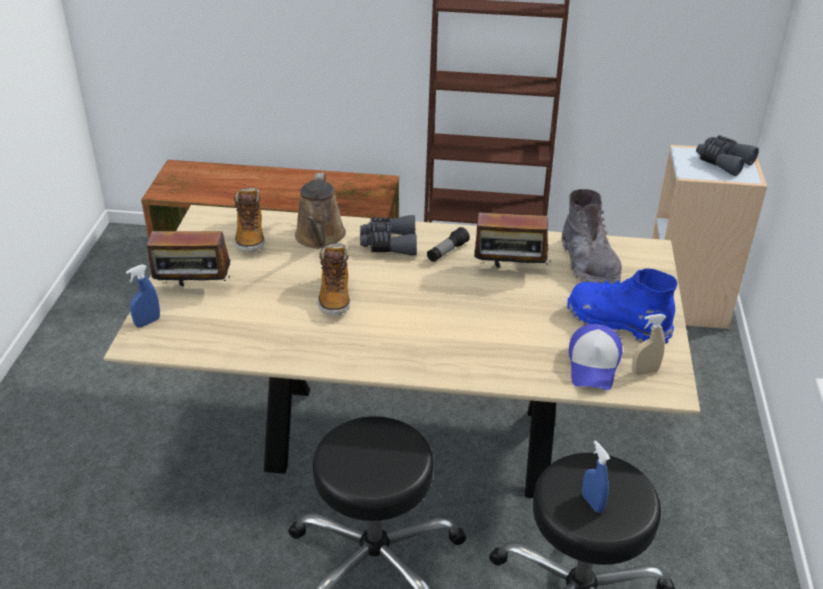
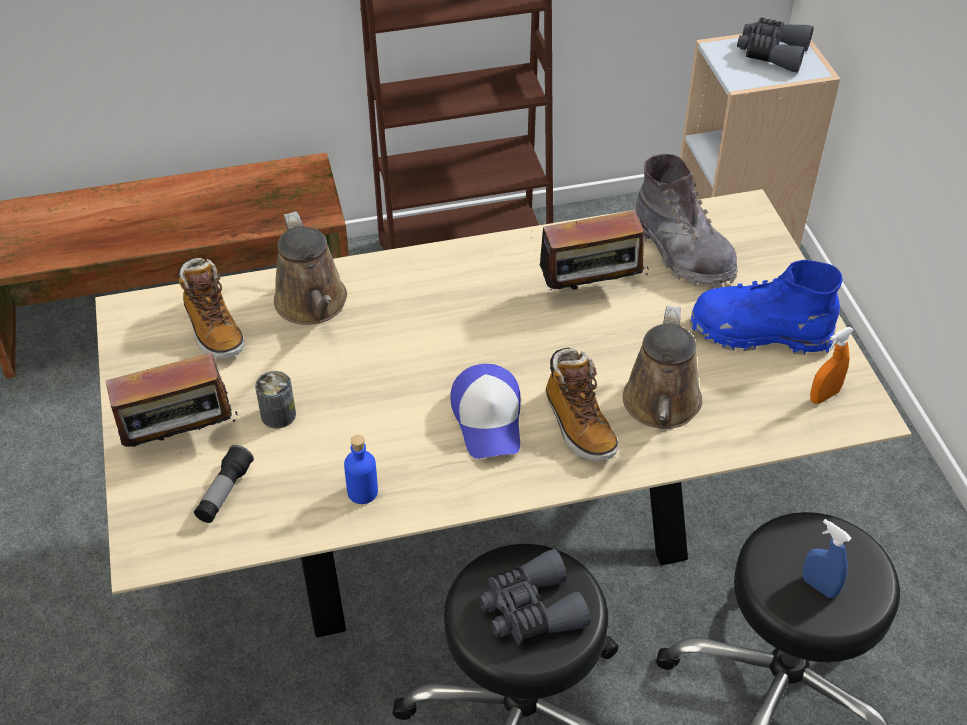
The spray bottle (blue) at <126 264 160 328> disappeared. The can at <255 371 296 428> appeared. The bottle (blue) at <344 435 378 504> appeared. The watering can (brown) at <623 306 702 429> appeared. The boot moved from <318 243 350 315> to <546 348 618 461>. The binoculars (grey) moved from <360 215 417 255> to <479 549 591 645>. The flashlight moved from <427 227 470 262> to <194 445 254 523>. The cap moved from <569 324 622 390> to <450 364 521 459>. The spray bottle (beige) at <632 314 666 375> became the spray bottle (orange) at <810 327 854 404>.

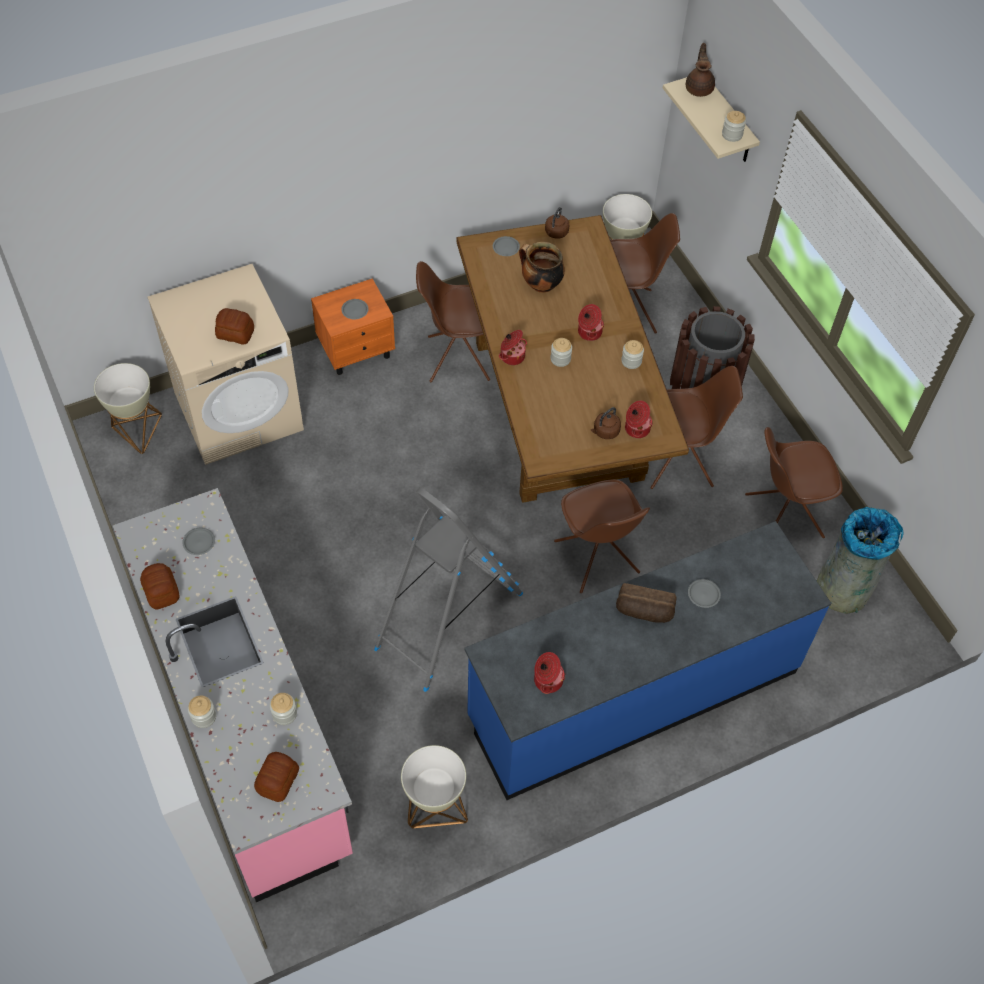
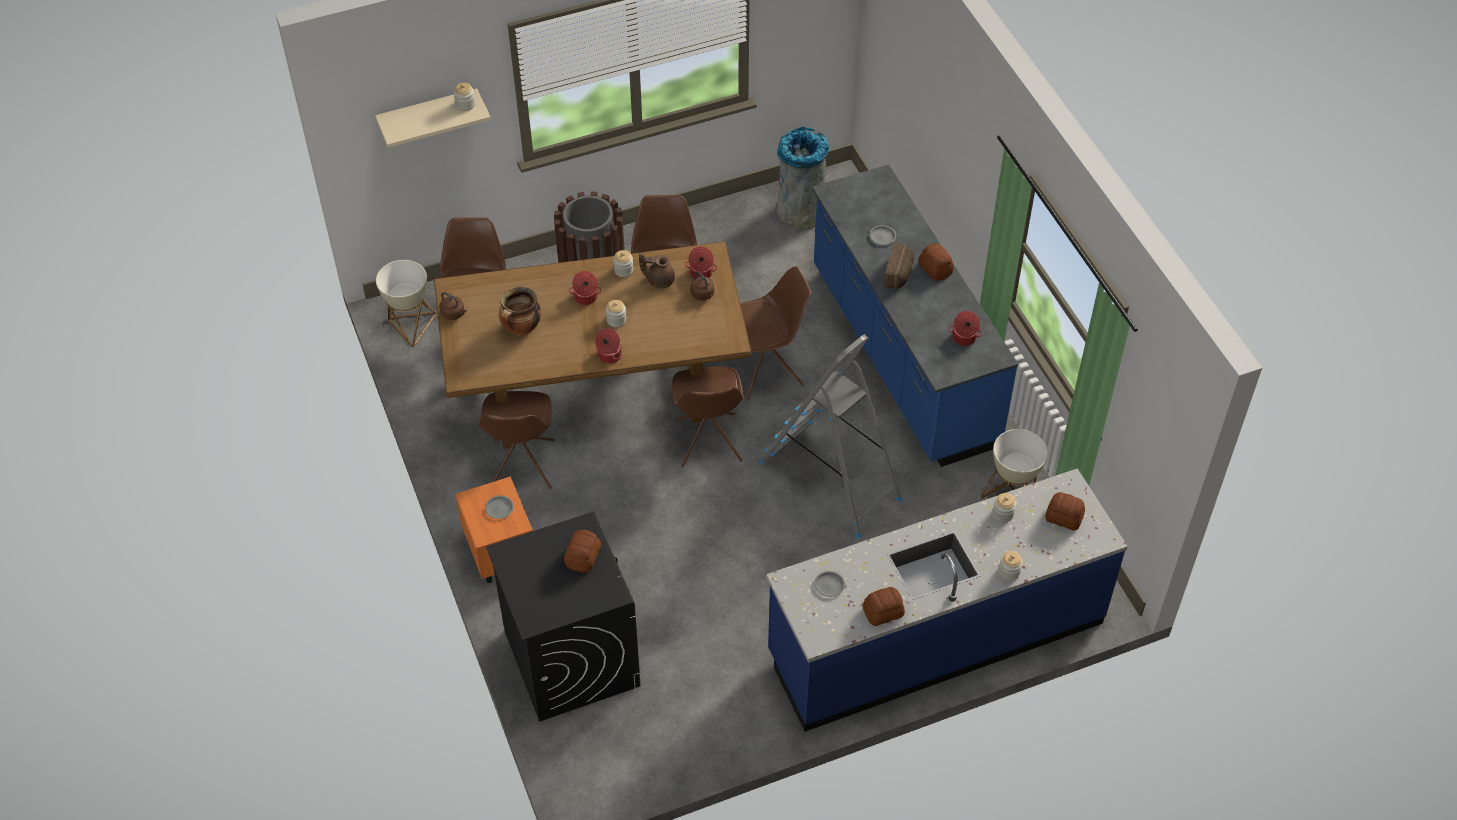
The planter at <94 363 162 454> disappeared. The plate (grey) at <493 236 520 256> disappeared. The bread at <919 244 954 281> appeared. The teapot (brown) moved from <686 43 715 97> to <639 253 675 288>. The chair (brown) moved from <745 427 843 538> to <672 366 744 467>. The counter (pink) at <113 488 353 902> became the counter (blue) at <766 468 1128 732>. The washing machine (beige) at <147 264 304 465> became the washing machine (black) at <486 512 641 722>.

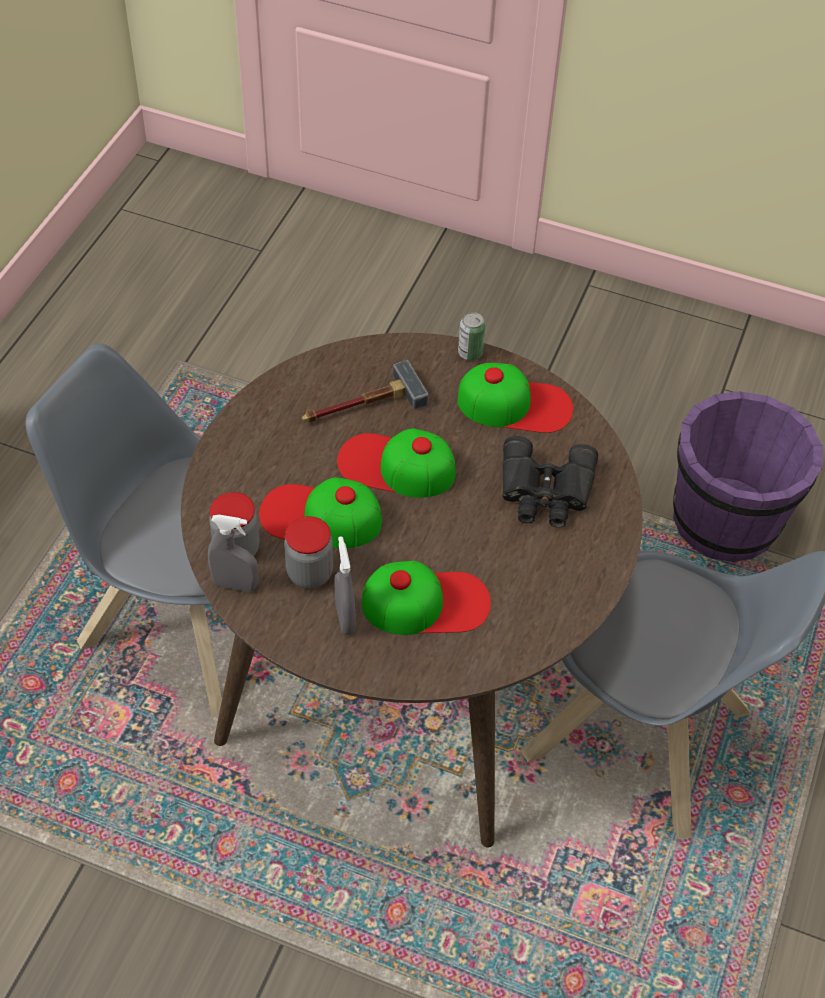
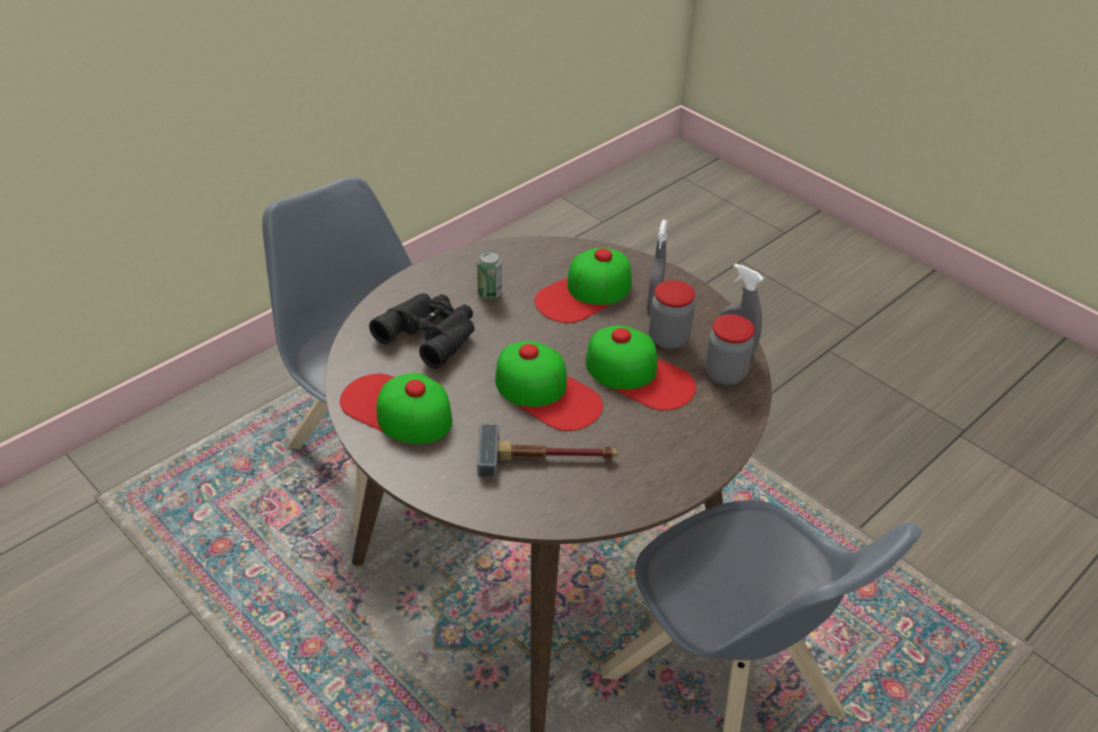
The bucket (purple) at <673 391 823 562> disappeared. The can moved from <458 312 485 360> to <477 251 502 299>. The cap at <362 561 491 635> turned 60 degrees counterclockwise.

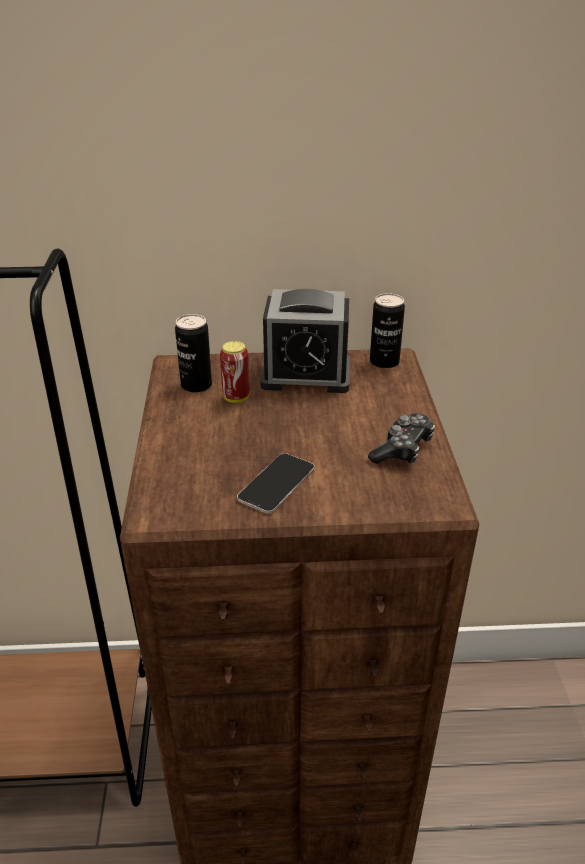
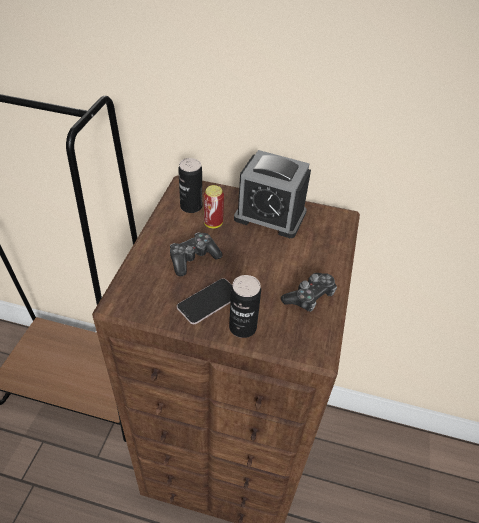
The game controller at <170 232 223 276> appeared. The can moved from <370 293 405 369> to <229 275 261 338>.

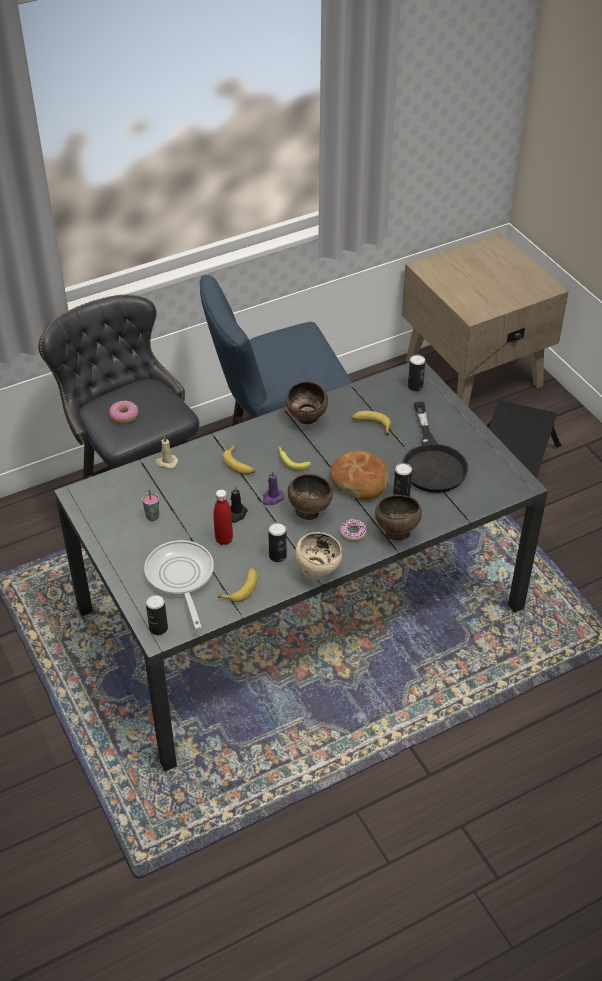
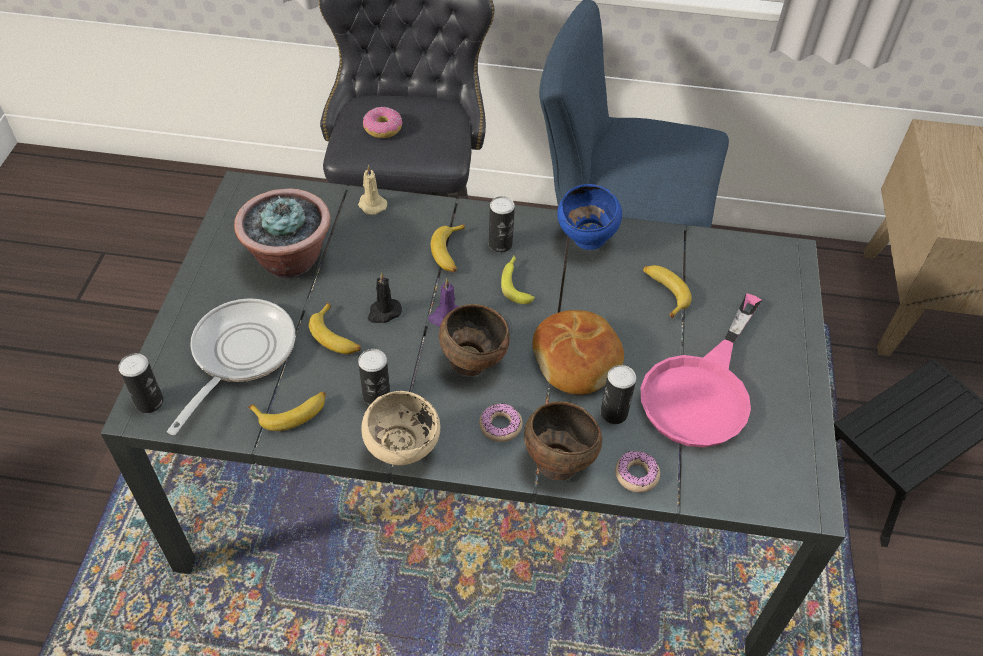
The donut at <615 451 660 492> appeared. The can moved from <408 354 425 391> to <489 196 515 253>. The cup at <142 489 159 521> was replaced by the potted plant at <234 189 331 278>. The bottle (red) at <213 489 233 545> was replaced by the banana at <309 303 361 354>. The bowl (brown) at <285 381 328 424> became the bowl (blue) at <558 184 622 250>. The frying pan (black) at <402 402 468 493> became the frying pan (pink) at <641 293 762 447>.

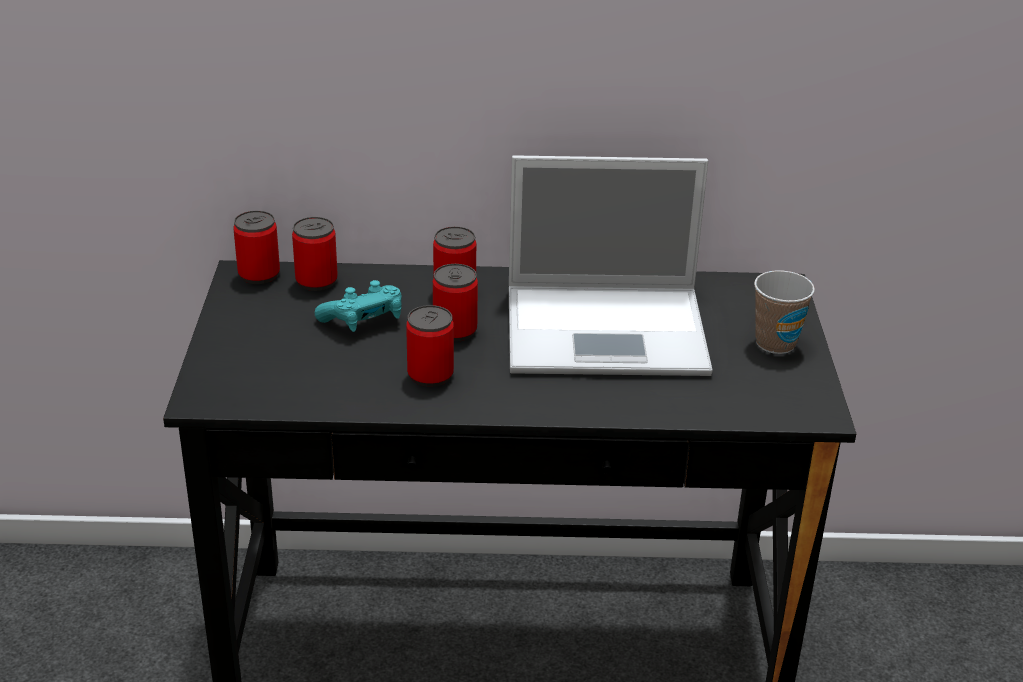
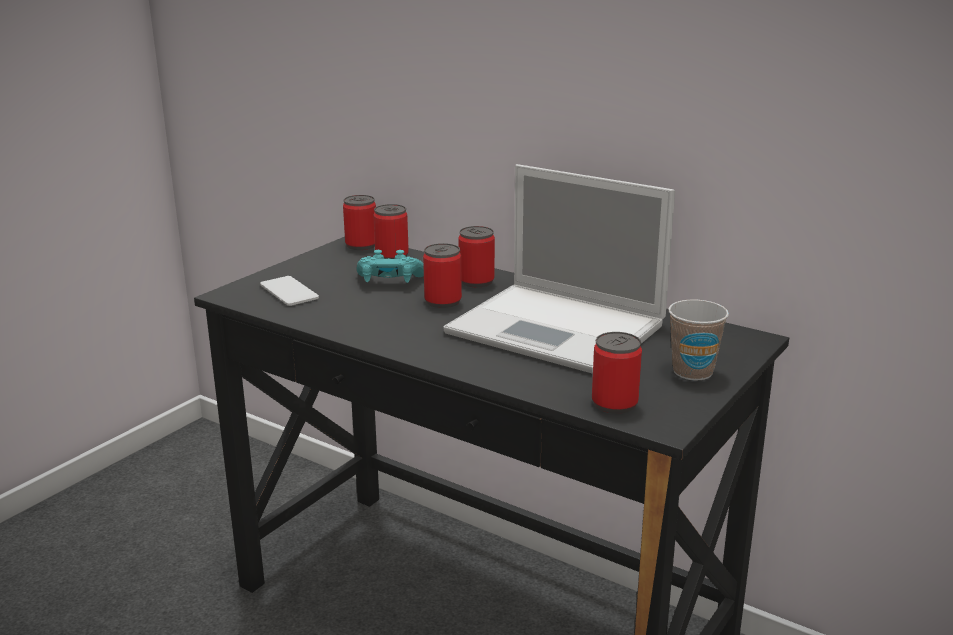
The phone at <260 276 319 306> appeared. The can moved from <406 305 454 387> to <592 332 642 414>.

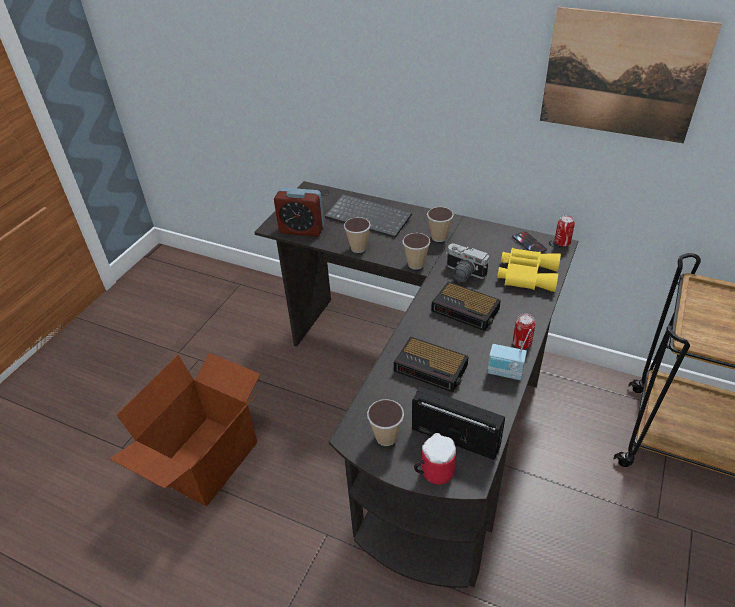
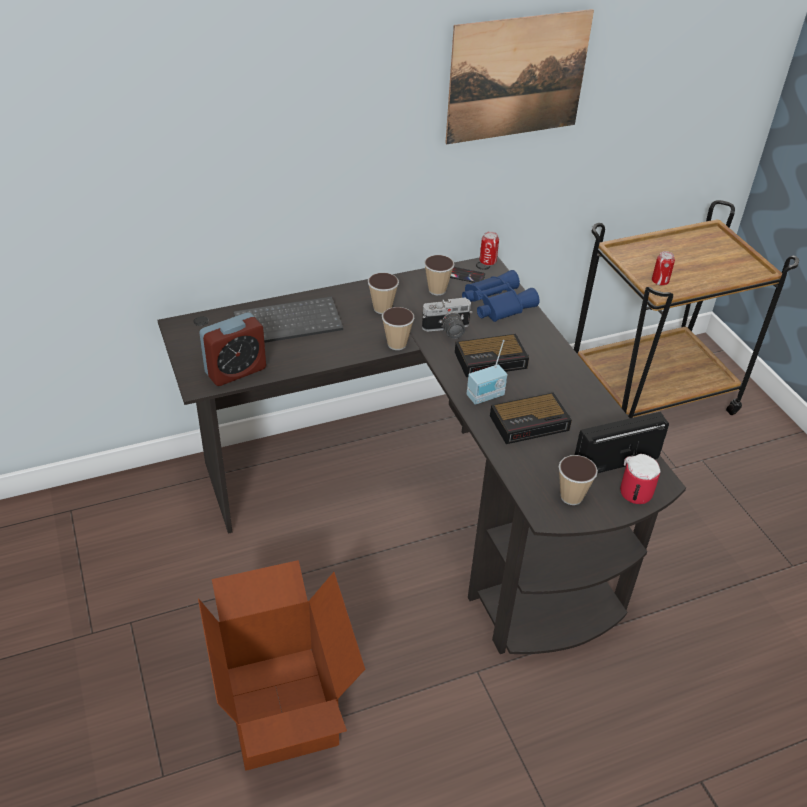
The cup moved from <344 217 371 253> to <424 255 455 295>. The radio moved from <487 329 531 380> to <467 340 508 405>. The can moved from <513 314 535 349> to <652 251 675 286>. The binoculars (yellow) at <497 248 561 292> became the binoculars (blue) at <462 270 540 322>.

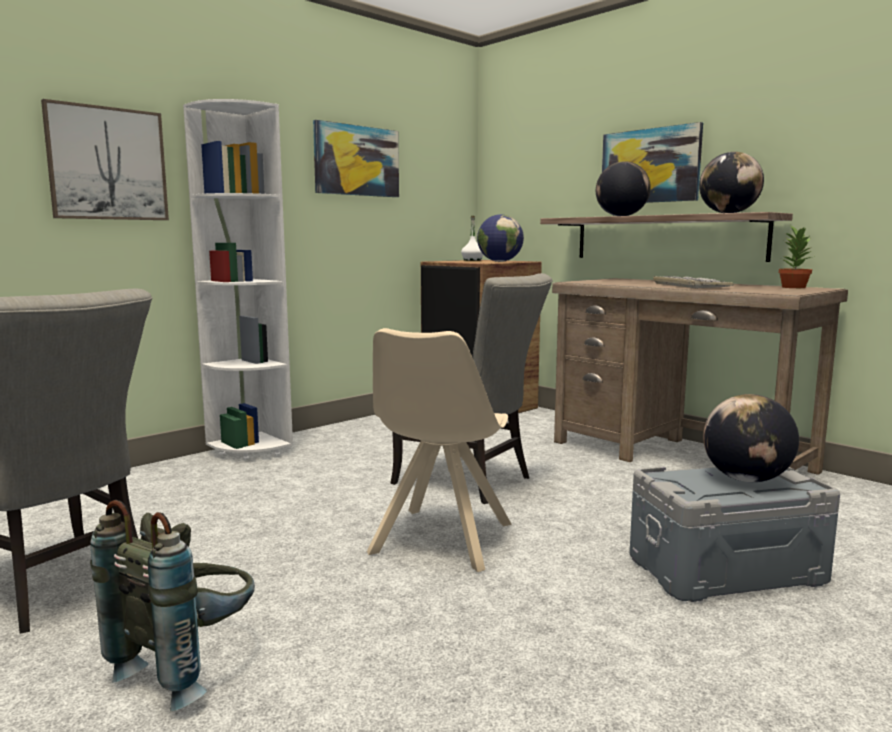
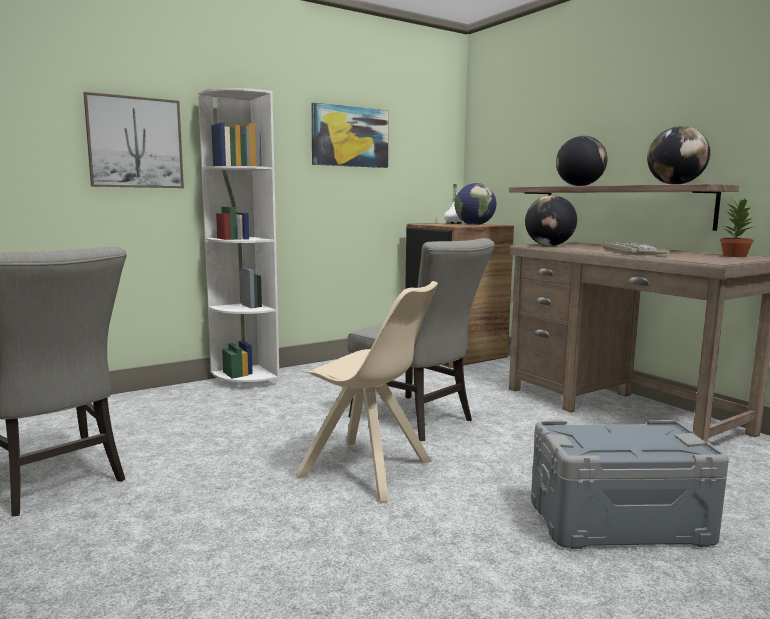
The backpack (grey) at <90 500 255 711> disappeared. The picture at <602 122 703 203> disappeared. The globe moved from <703 394 799 482> to <525 195 577 246>. The chair (beige) at <367 328 512 572> turned 90 degrees counterclockwise.

